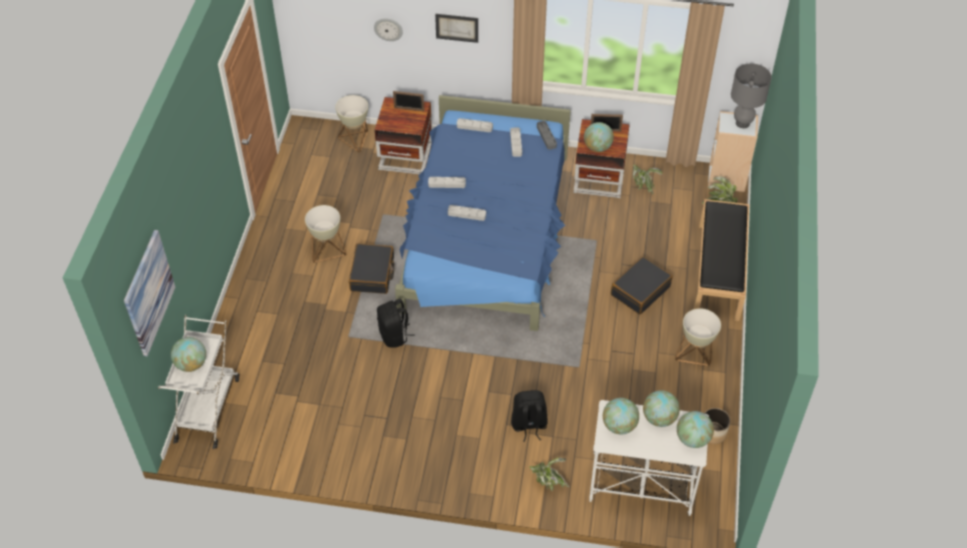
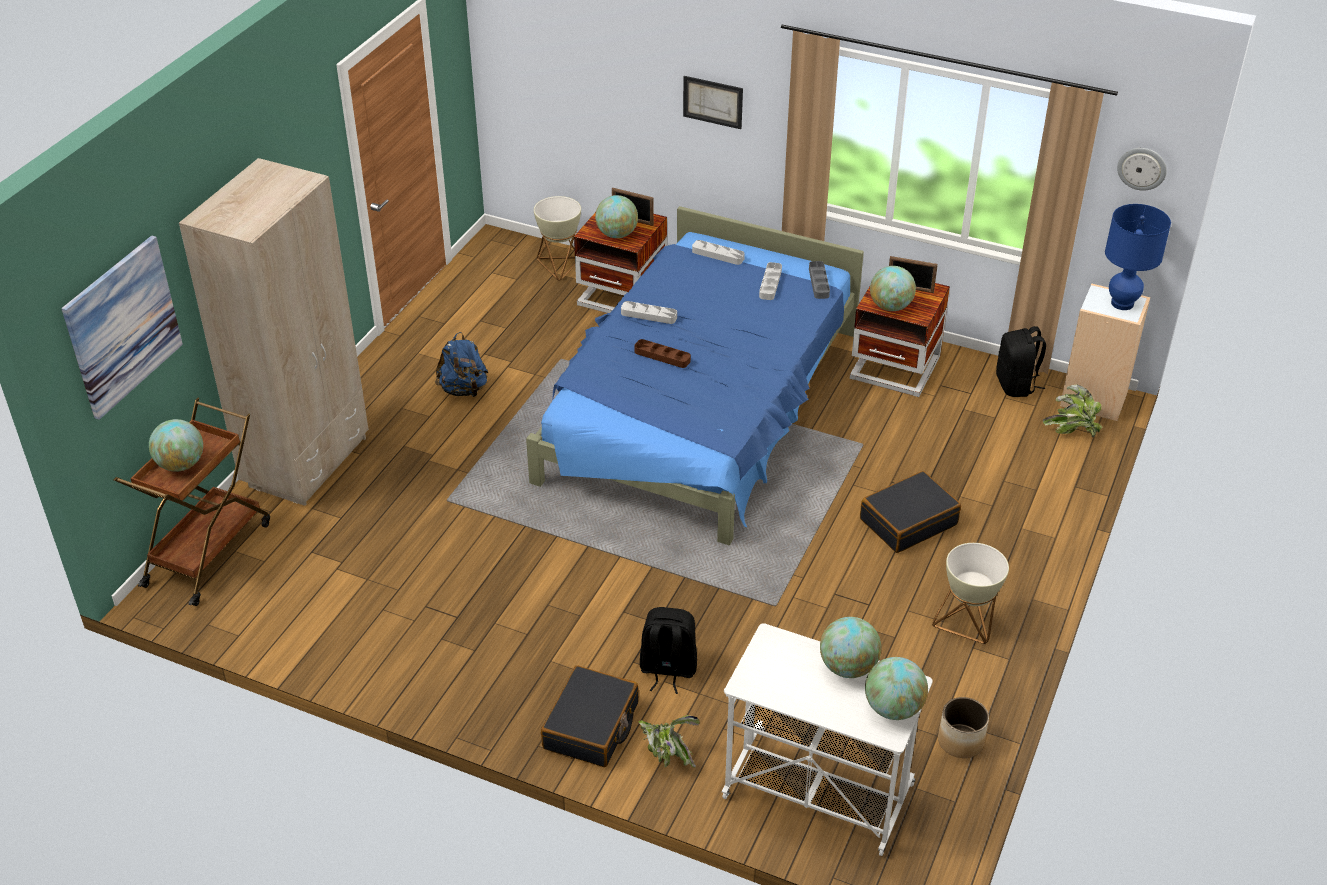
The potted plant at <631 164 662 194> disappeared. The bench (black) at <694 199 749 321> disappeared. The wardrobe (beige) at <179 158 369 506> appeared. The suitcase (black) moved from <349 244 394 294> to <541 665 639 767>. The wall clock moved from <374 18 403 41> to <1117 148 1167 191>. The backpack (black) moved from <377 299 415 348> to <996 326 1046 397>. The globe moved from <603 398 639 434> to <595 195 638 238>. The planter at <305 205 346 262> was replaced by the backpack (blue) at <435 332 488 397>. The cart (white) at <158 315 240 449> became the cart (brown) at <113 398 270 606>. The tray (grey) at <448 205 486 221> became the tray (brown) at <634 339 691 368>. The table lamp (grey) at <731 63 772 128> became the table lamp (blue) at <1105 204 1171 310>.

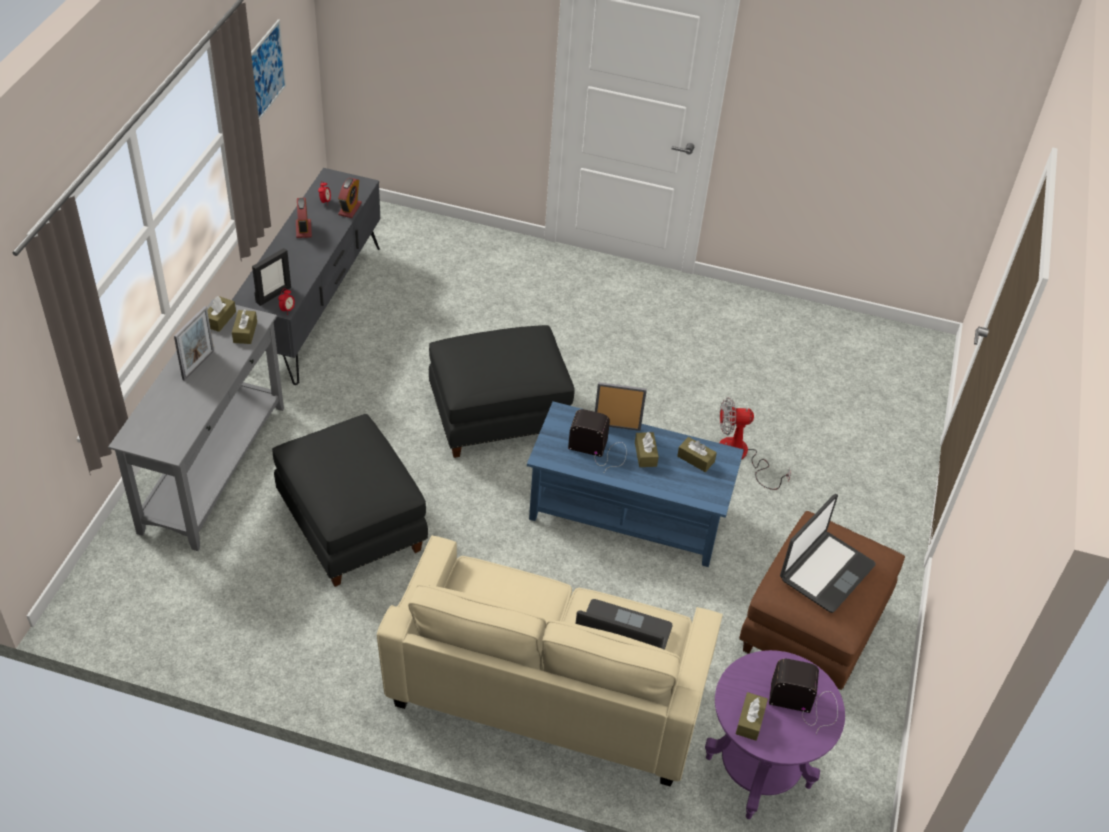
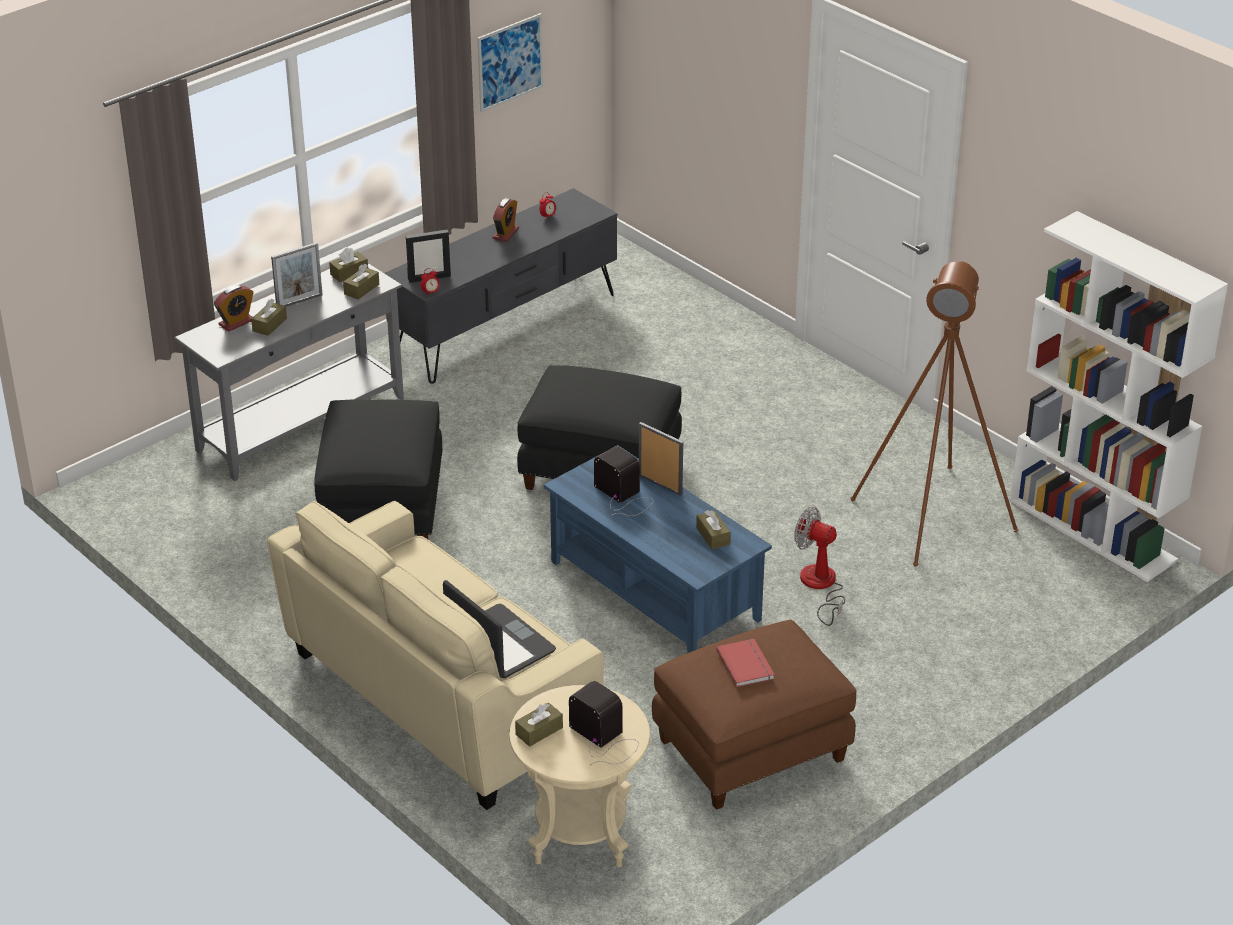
The floor lamp (brown) at <851 261 1018 567> appeared. The bookcase (white) at <1010 211 1228 582> appeared. The alarm clock moved from <338 178 362 218> to <214 285 253 332>. The tissue box (brown) moved from <635 432 659 467> to <251 299 287 336>. The laptop at <780 494 876 613> was replaced by the book (red) at <716 639 775 687>. The side table (purple) at <705 650 845 819> became the side table (beige) at <509 685 650 867>.

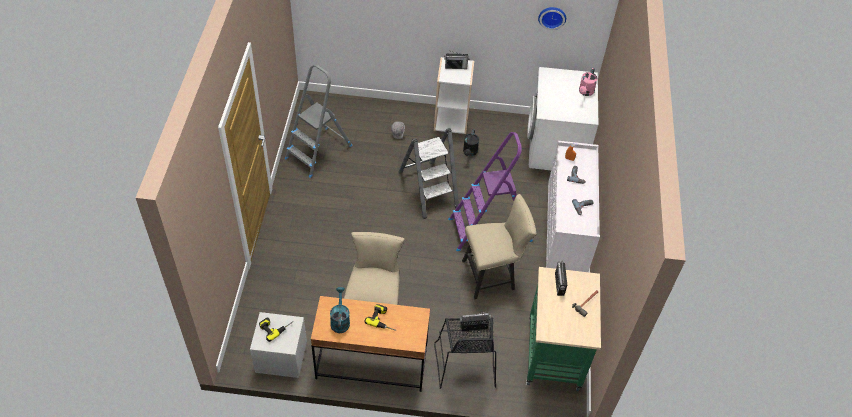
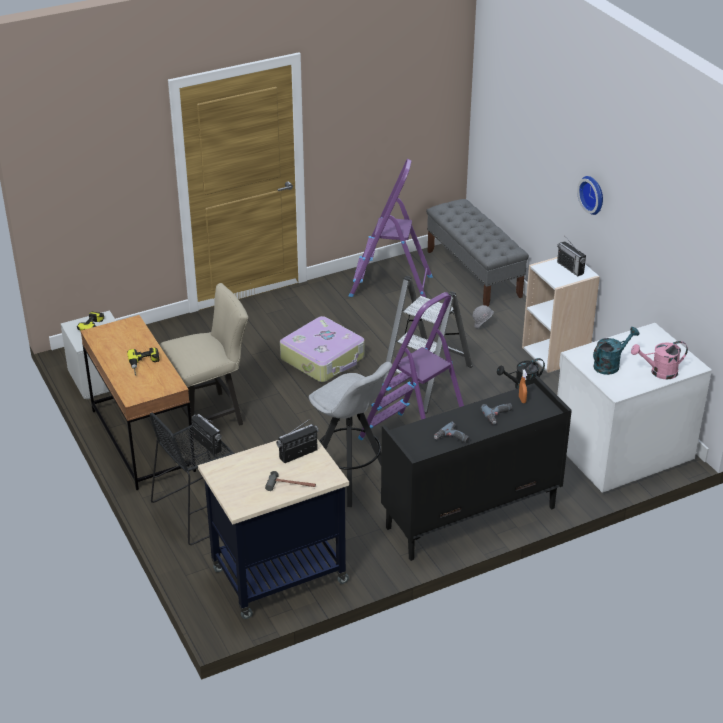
The suitcase at <280 316 365 382> appeared. The bench (grey) at <426 199 529 307> appeared. The watering can (turquoise) moved from <330 287 350 333> to <593 327 639 375>. The wall clock moved from <538 7 566 30> to <577 176 603 215>. The chair (beige) at <462 194 536 299> was replaced by the stool (grey) at <309 362 392 507>. The step ladder (grey) at <285 65 352 178> became the step ladder (purple) at <349 159 433 297>. The cart (green) at <526 267 601 391> became the cart (blue) at <198 439 349 619>. The dresser (white) at <546 141 600 272> became the dresser (black) at <381 376 572 561>.

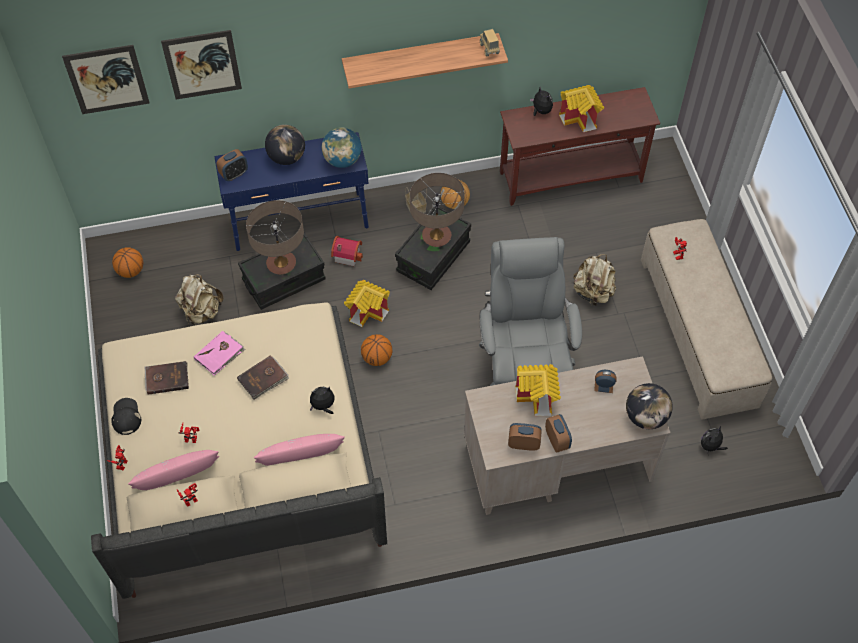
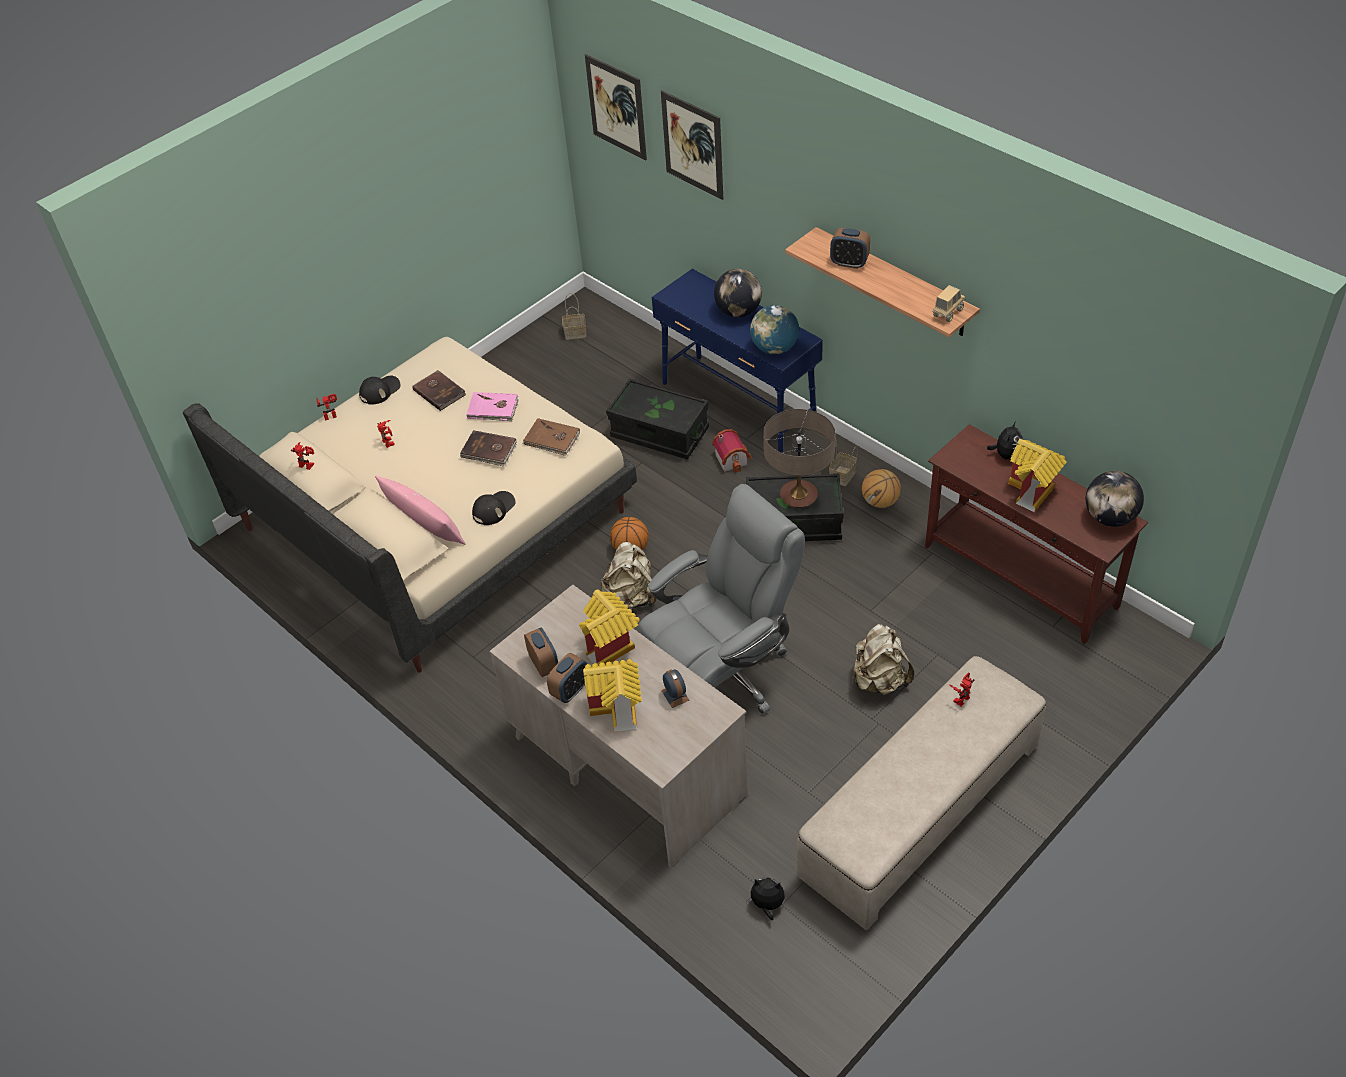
The pillow (pink) at <128 450 219 490> disappeared. The table lamp at <246 200 304 275> disappeared. The book (brown) at <523 418 580 456> appeared. The backpack (beige) moved from <175 274 223 325> to <601 542 656 609>. The alarm clock moved from <216 149 248 181> to <830 228 870 269>. The toy house moved from <344 280 390 327> to <583 659 642 732>. The globe moved from <626 383 673 429> to <1086 471 1144 527>. The basketball at <112 247 143 278> was replaced by the basket at <562 293 586 340>. The plush toy at <310 387 334 414> was replaced by the cap (black) at <472 491 516 525>.

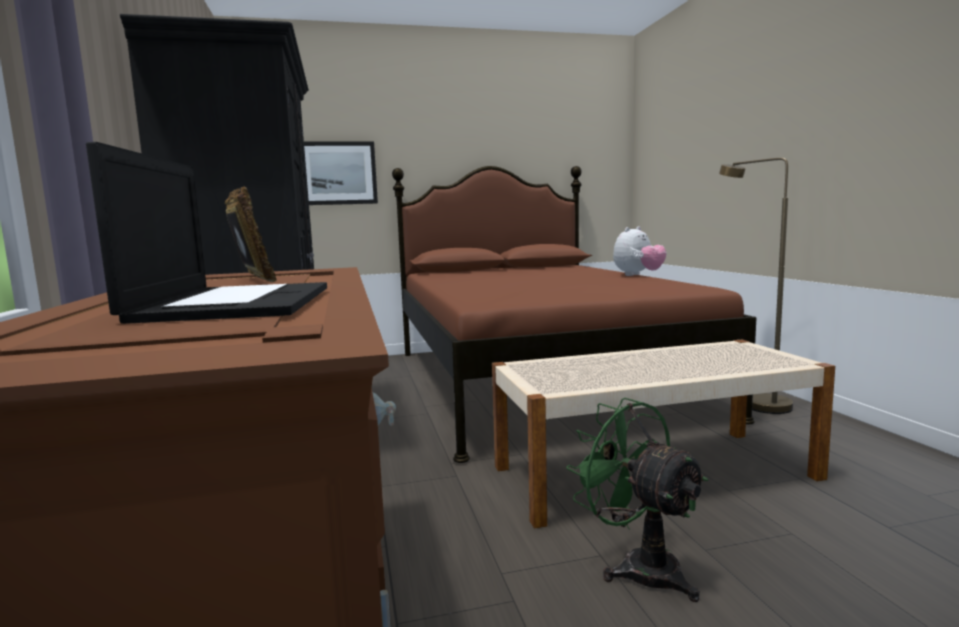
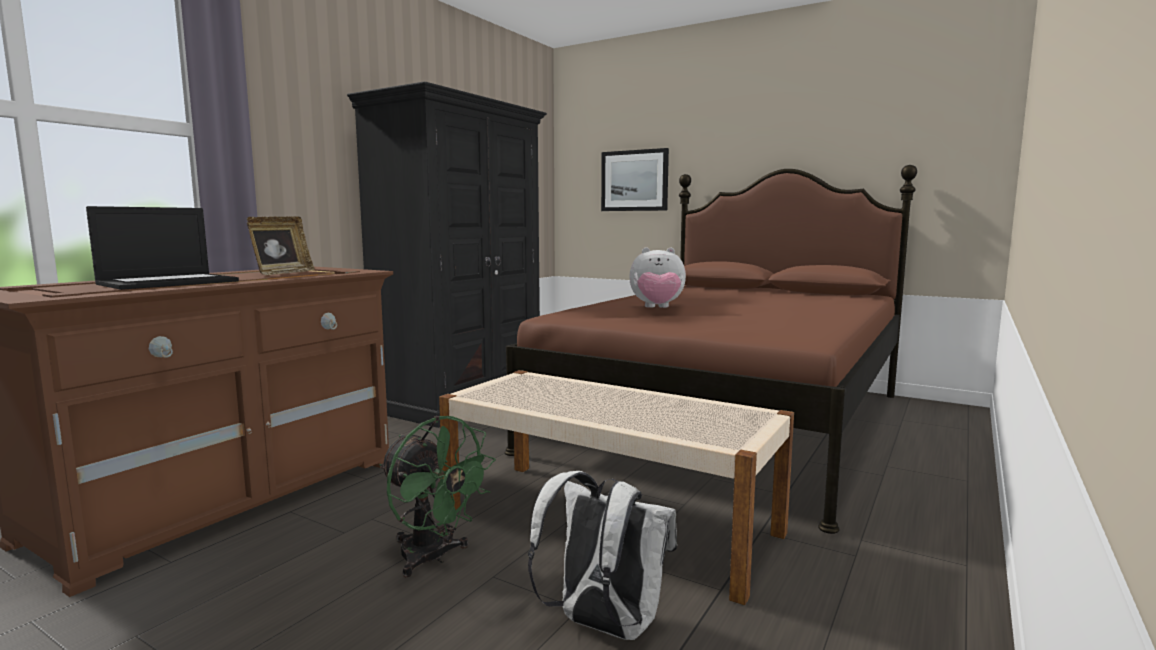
The floor lamp (brown) at <719 158 793 414> disappeared. The backpack (white) at <528 471 677 640> appeared. The plush toy moved from <613 227 666 276> to <629 247 686 308>. The fan (green) at <566 398 709 602> turned 120 degrees clockwise.

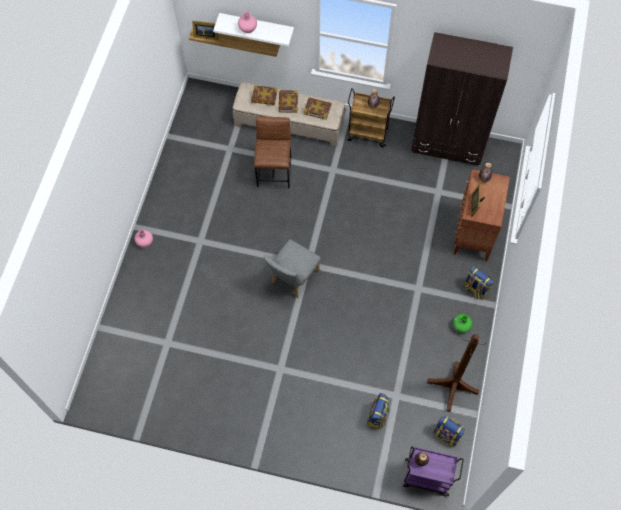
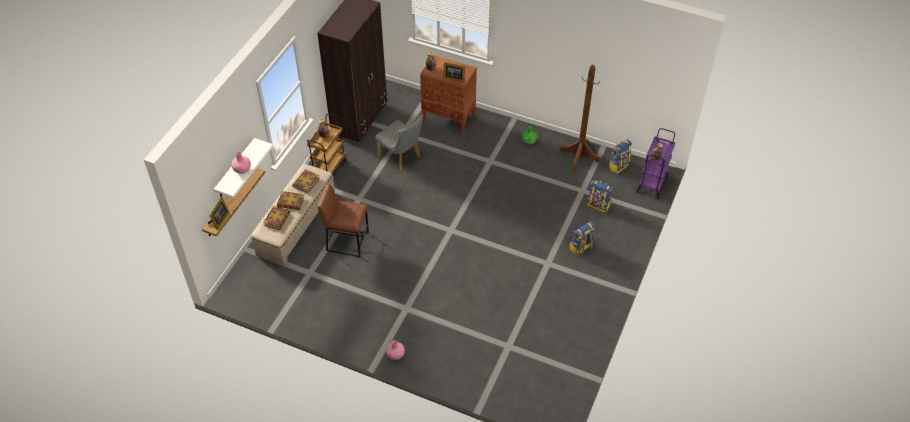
The chair (grey) moved from <263 239 321 298> to <375 114 423 170>. The backpack moved from <464 266 494 300> to <569 221 595 256>.

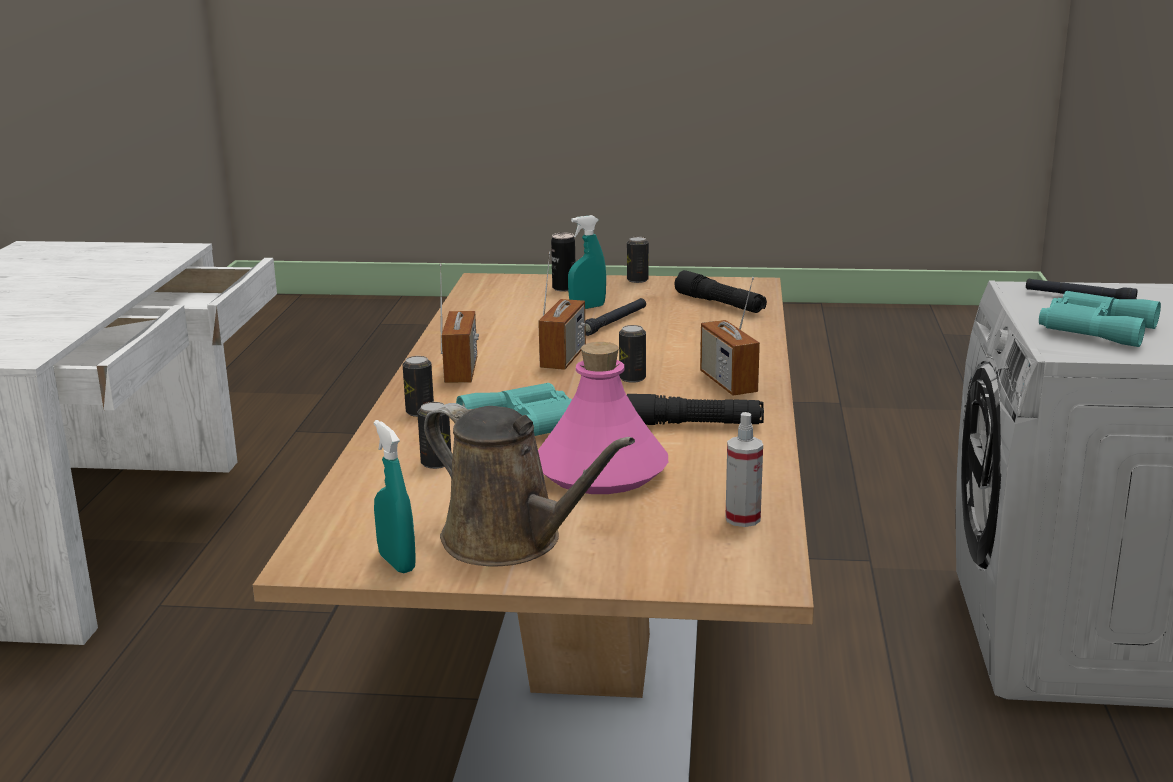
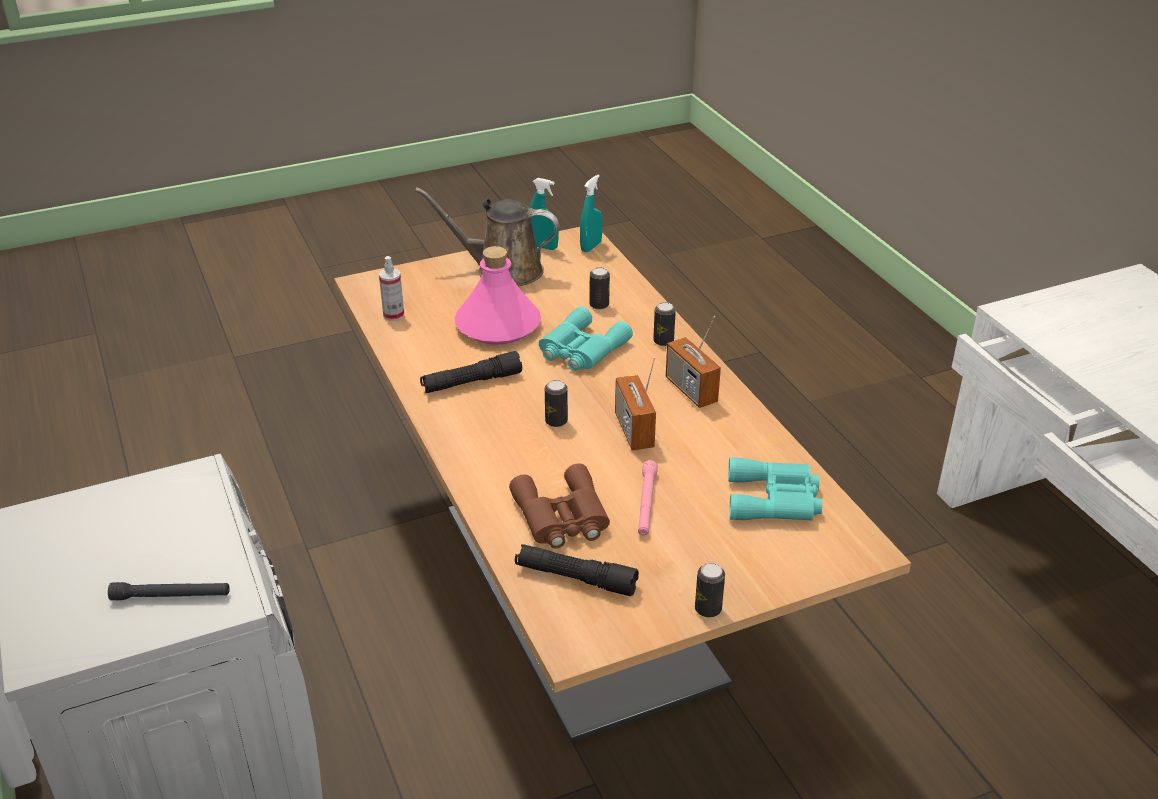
The can at <551 233 575 292> disappeared. The radio at <700 277 760 395> disappeared. The binoculars (brown) at <509 463 610 549> appeared. The spray bottle (turquoise) moved from <568 215 606 309> to <580 175 603 252>. The binoculars (turquoise) moved from <1039 291 1161 347> to <728 457 822 520>. The flashlight (black) at <585 298 646 336> became the flashlight (pink) at <638 460 658 536>.

